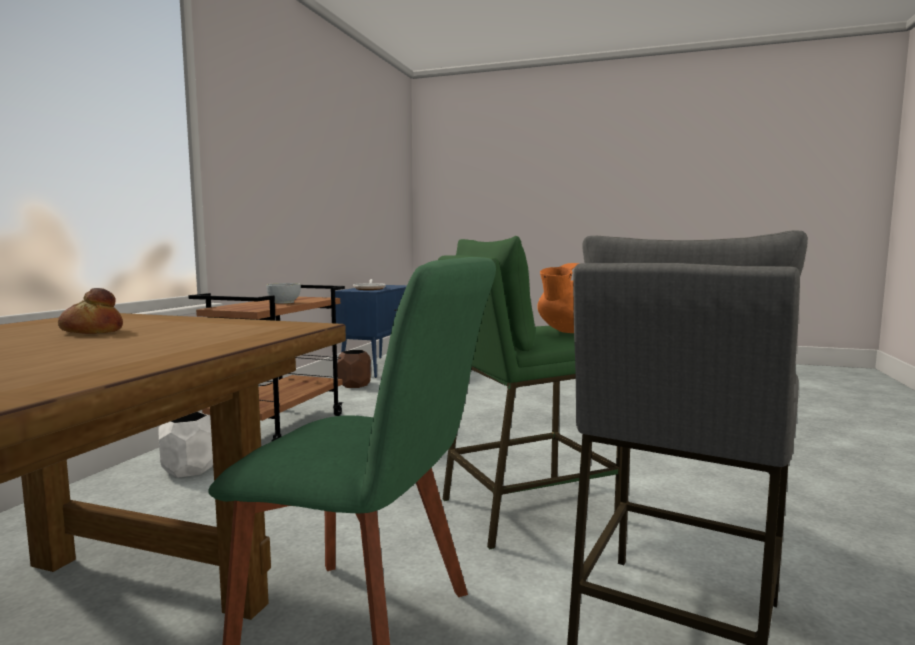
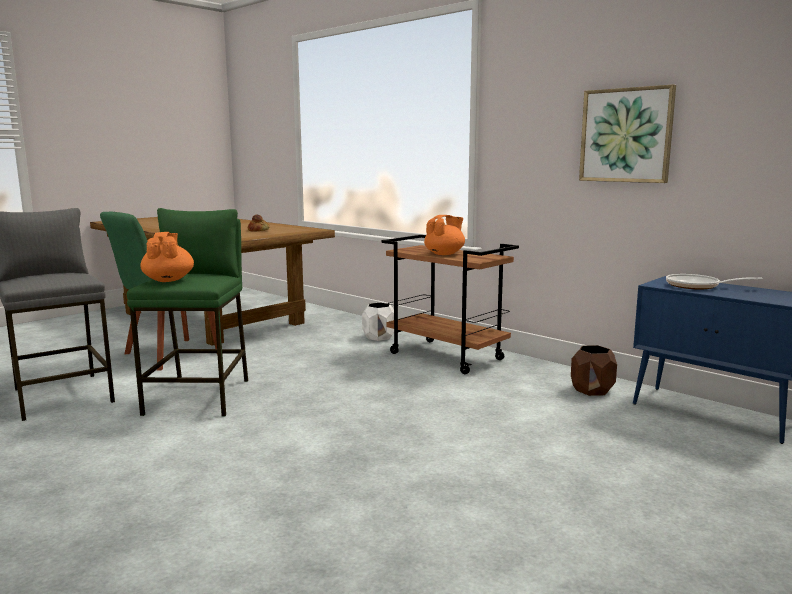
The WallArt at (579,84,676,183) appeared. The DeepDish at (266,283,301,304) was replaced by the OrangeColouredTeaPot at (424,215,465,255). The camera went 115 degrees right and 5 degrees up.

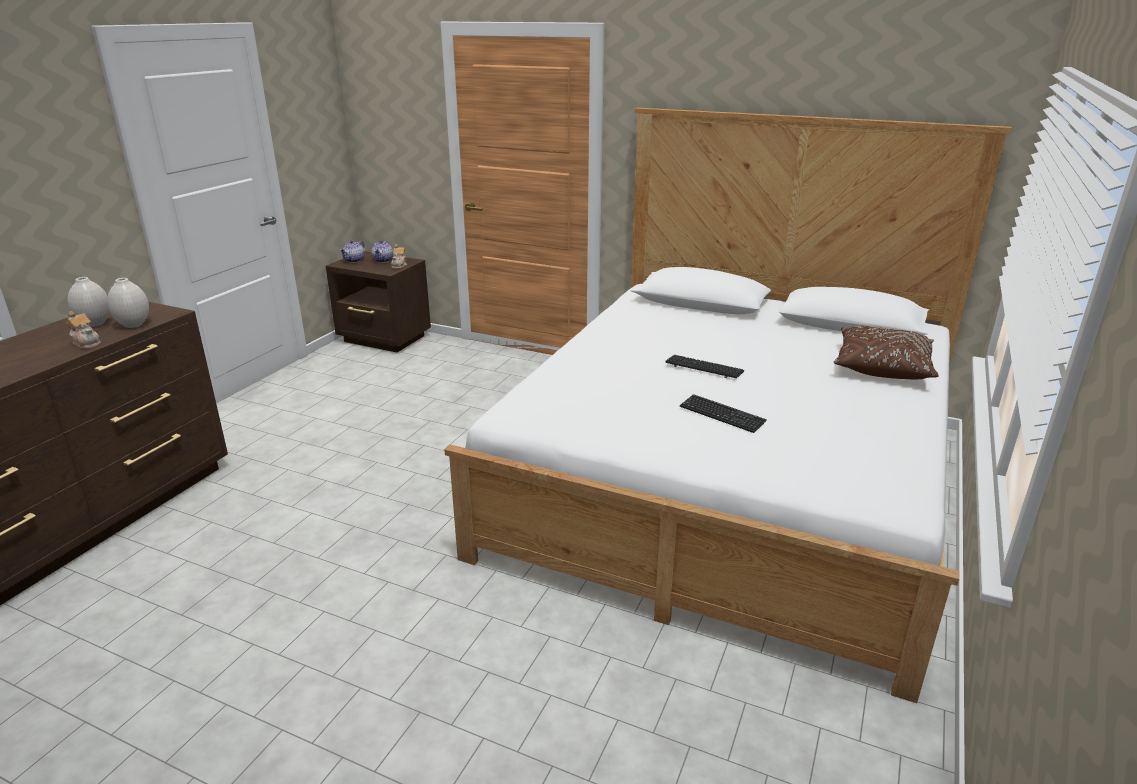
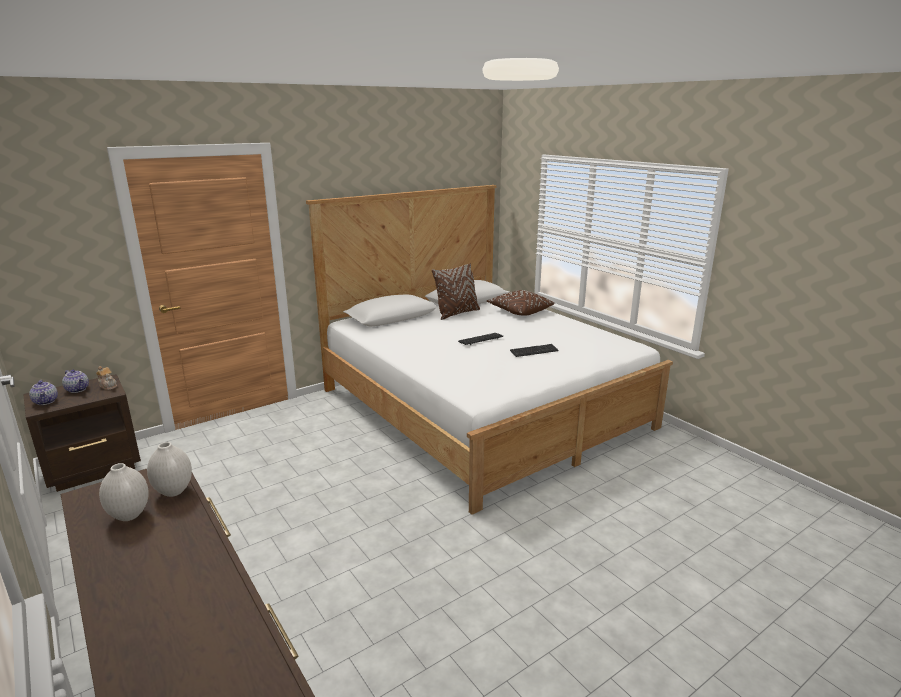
The TeaPot at (66,311,101,349) disappeared. The BrownColouredThrowPillow at (432,263,480,320) appeared. The camera went 60 degrees left and 5 degrees down.

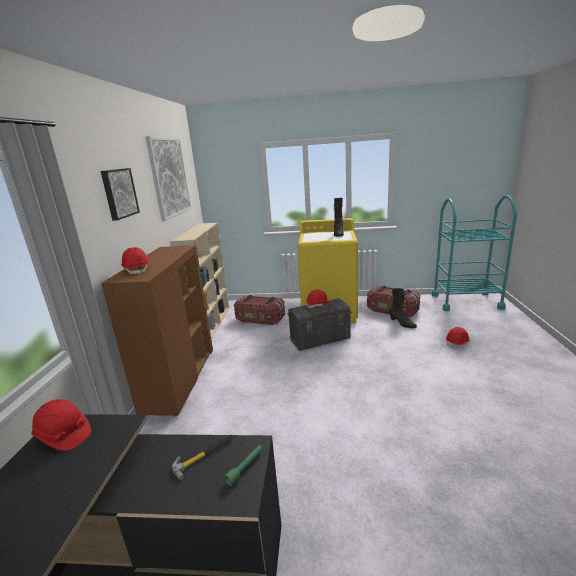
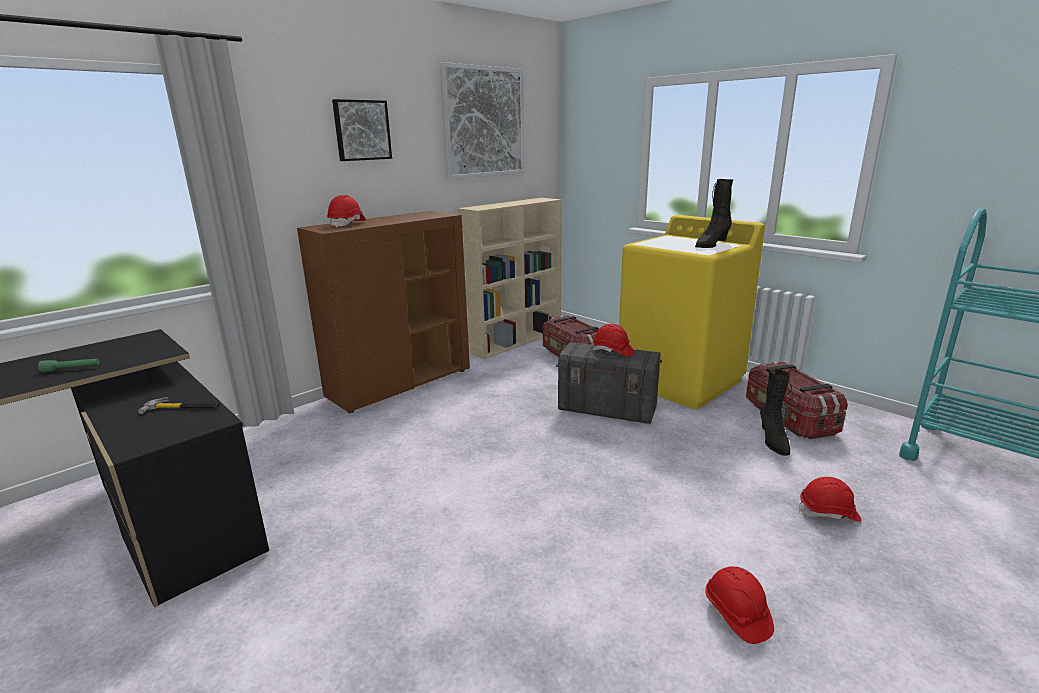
The ReddishSafetyHelmet moved from (31,399,91,451) to (705,567,774,644). The GreenishTorch moved from (224,445,263,486) to (38,358,100,372). The camera went 40 degrees right and 0 degrees up.

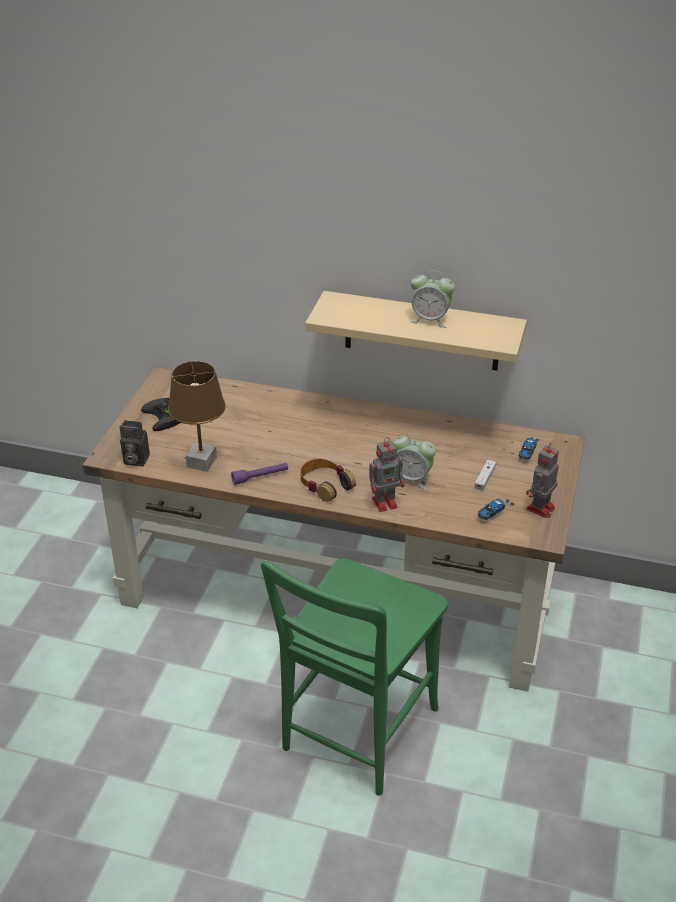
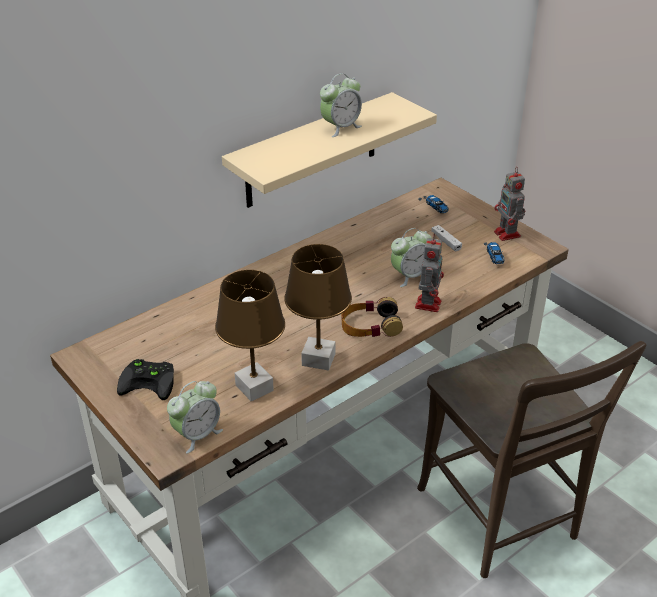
The StillCamera at (120,420,150,467) was replaced by the BedsideClock at (167,381,223,454). The PurpleColouredTorch at (231,463,288,485) was replaced by the BrownColouredTabletopLamp at (284,244,352,371). The GreenishUprightChair at (261,558,448,796) became the BrownColouredUprightChair at (417,341,646,578). The camera went 55 degrees left and 0 degrees up.

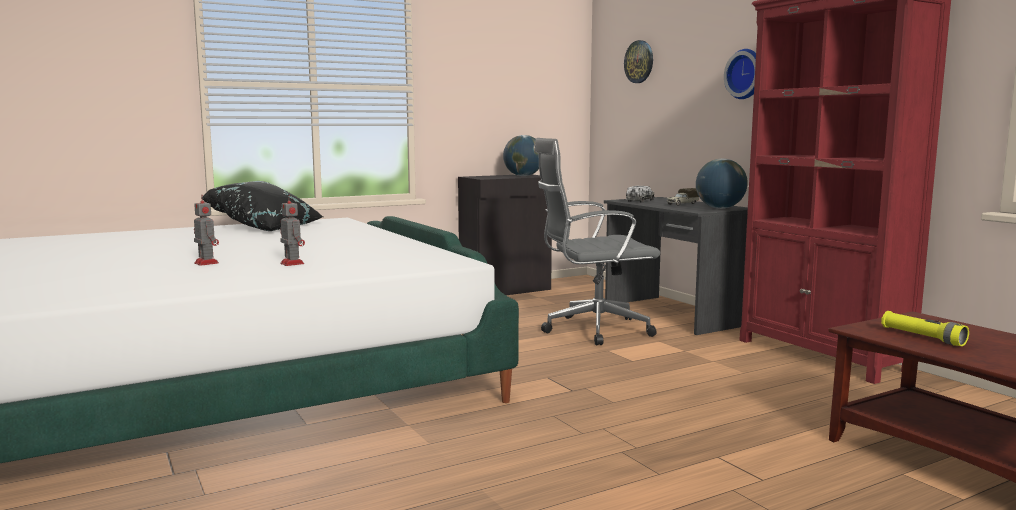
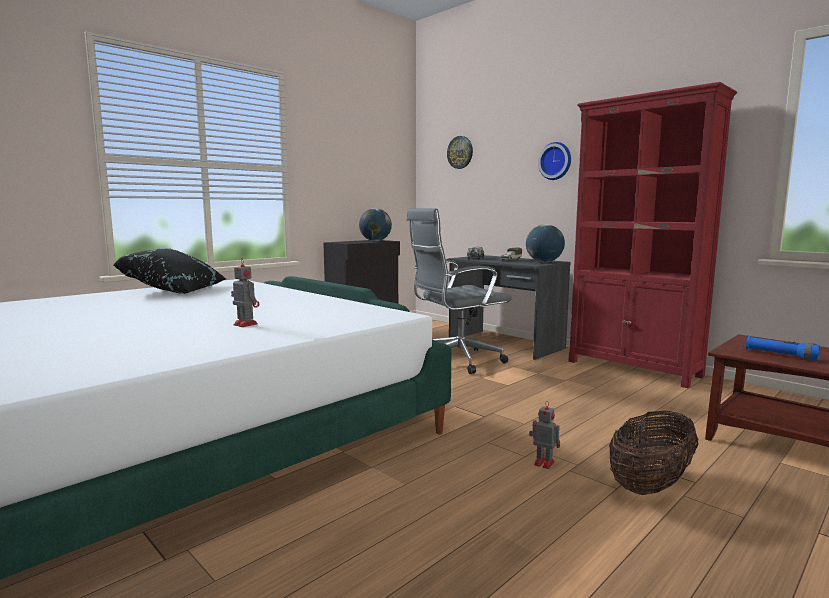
The HouseholdBasket at (609,411,699,495) appeared. The ModelRobot moved from (194,195,219,266) to (529,401,560,469). The YellowColouredTorch at (881,311,969,346) became the BlueTorch at (746,336,820,361). The camera went 15 degrees left and 0 degrees up.

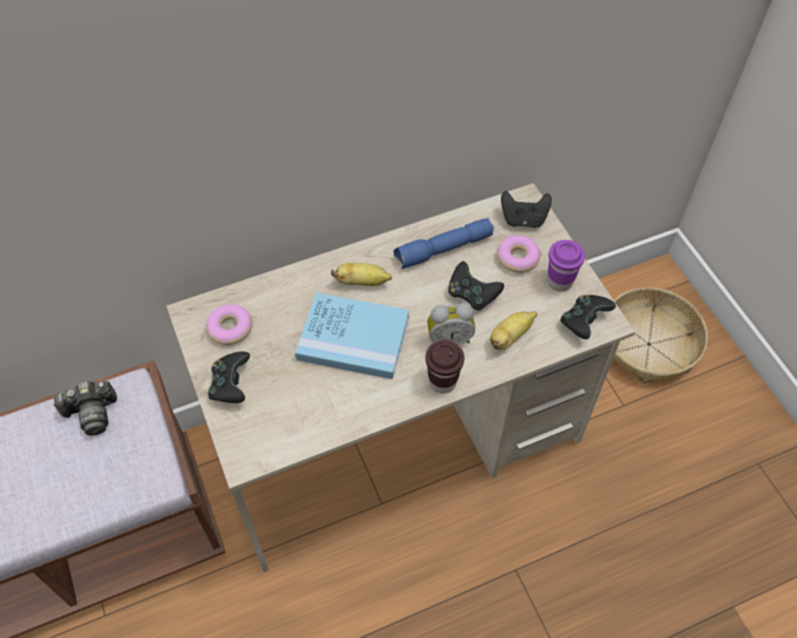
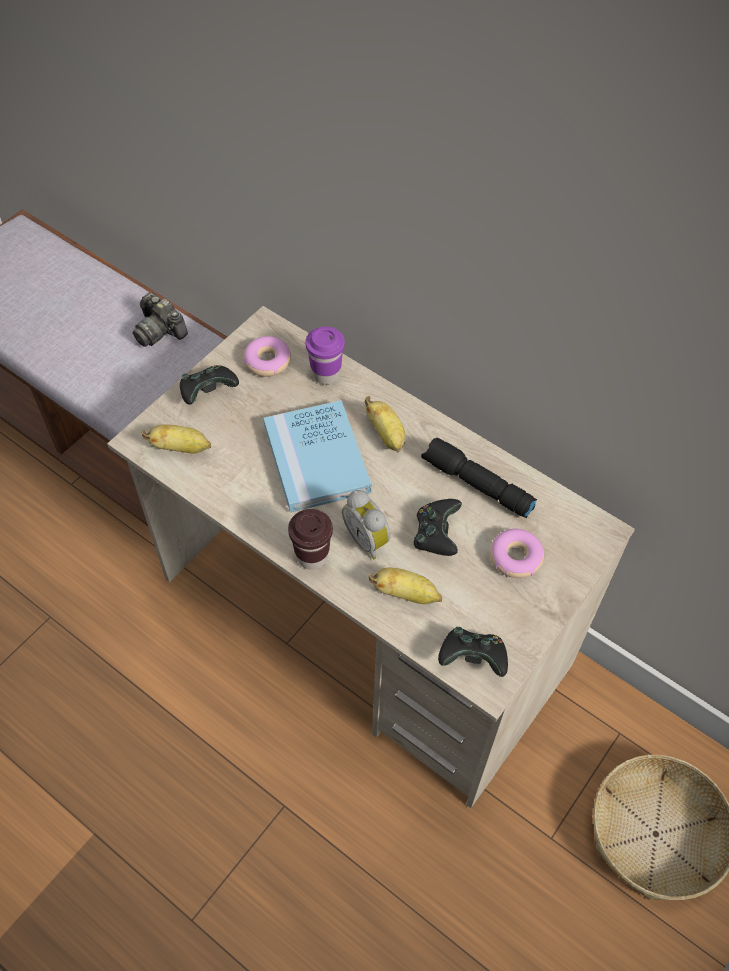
The BlackColouredGameController at (501,191,552,228) disappeared. The BananaFruit at (142,424,211,453) appeared. The PurpleColouredCup moved from (548,240,585,292) to (306,327,345,385). The BlueTorch at (393,218,494,269) became the BlackColouredTorch at (421,438,537,518). The camera went 60 degrees right and 0 degrees up.

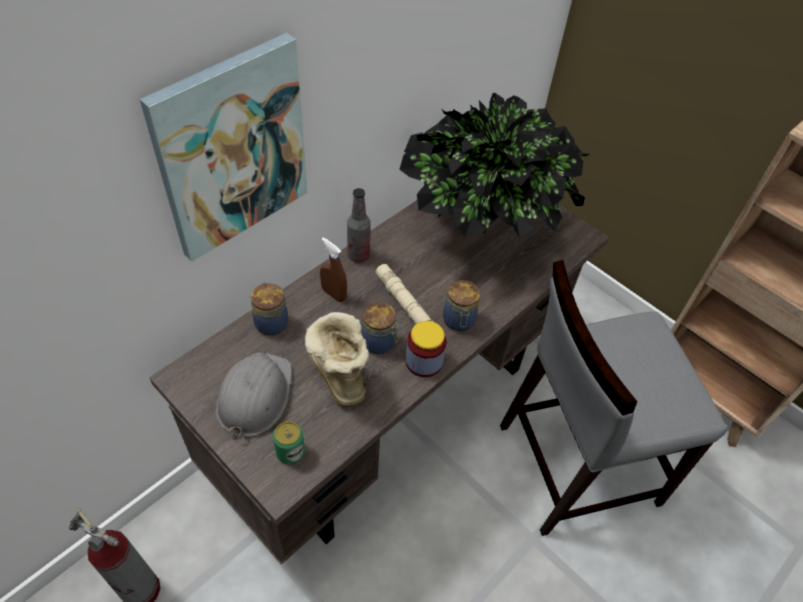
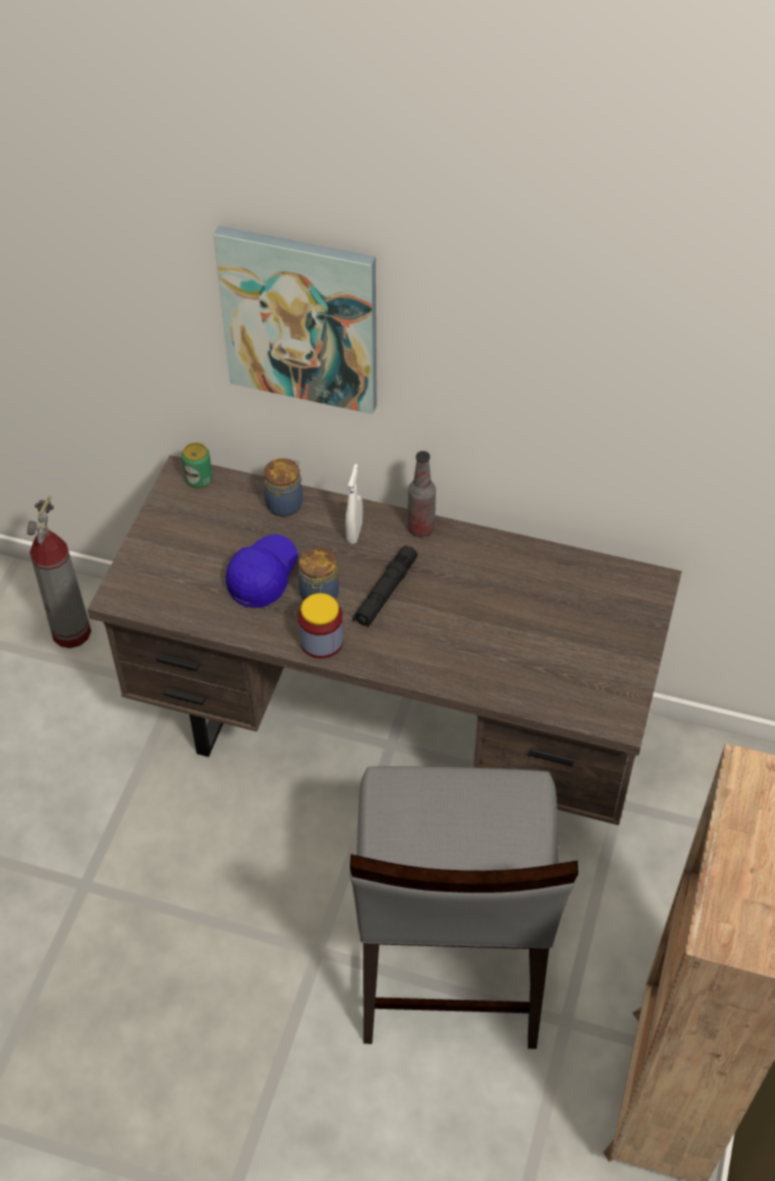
The GraySafetyHelmet at (216,352,292,439) disappeared. The Houseplant at (399,93,589,238) disappeared. The Jar at (443,280,480,331) disappeared. The MetalCan moved from (273,421,305,465) to (181,443,213,489). The HighTopBoot at (305,312,369,406) was replaced by the BlueBaseballCap at (226,534,298,608). The BrownColouredSprayer at (320,237,347,302) became the WhitishSprayer at (346,464,363,544). The BeigeTorch at (375,264,433,324) became the BlackColouredTorch at (352,545,418,628). The GrayUprightChair at (500,260,728,536) turned 135 degrees counterclockwise. The camera went 65 degrees right and 0 degrees up.

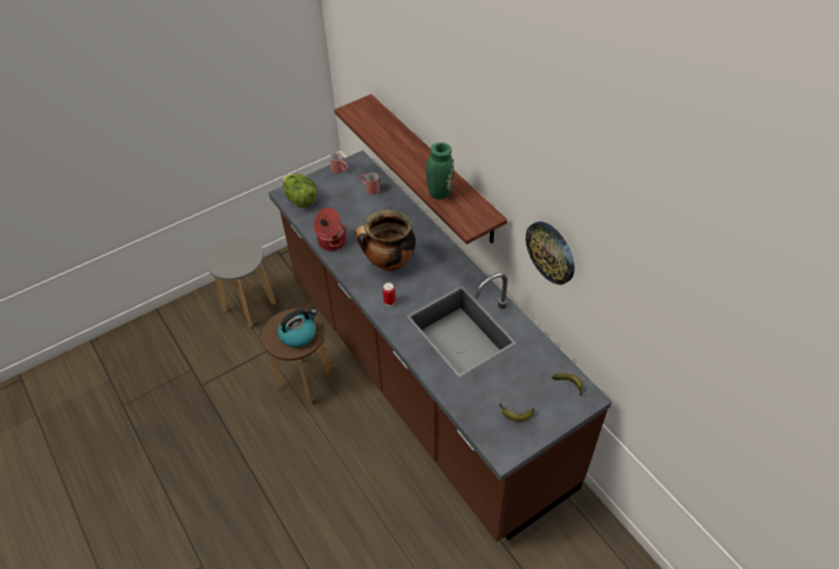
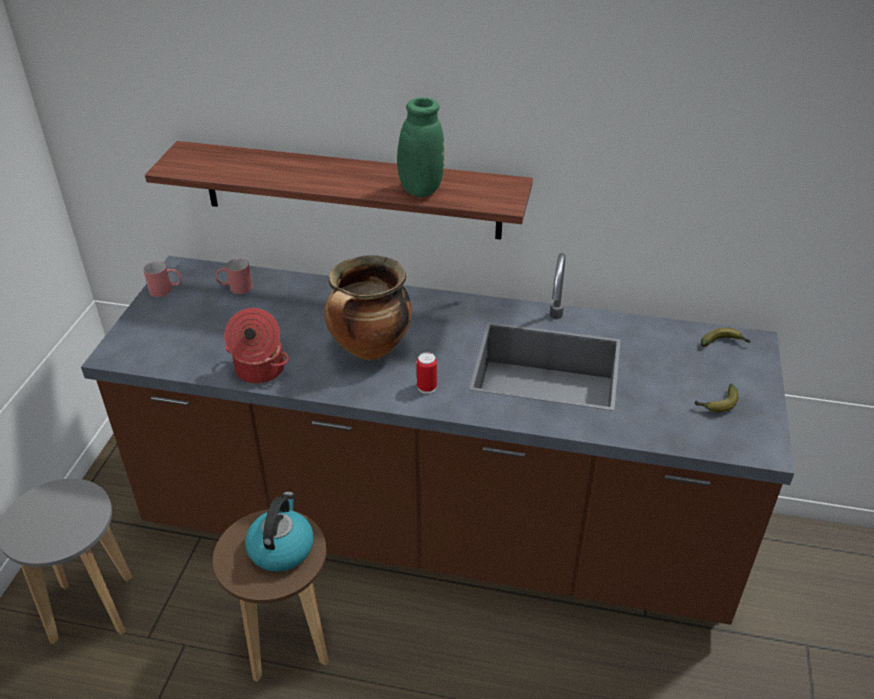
The Lettuce at (283,174,317,208) disappeared. The WallClock at (526,221,575,285) disappeared. The camera went 45 degrees left and 10 degrees down.

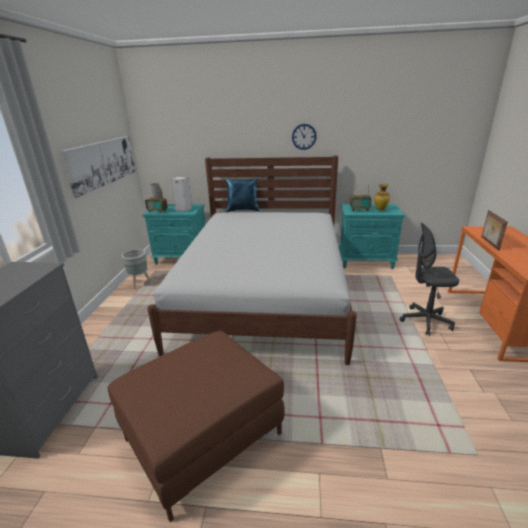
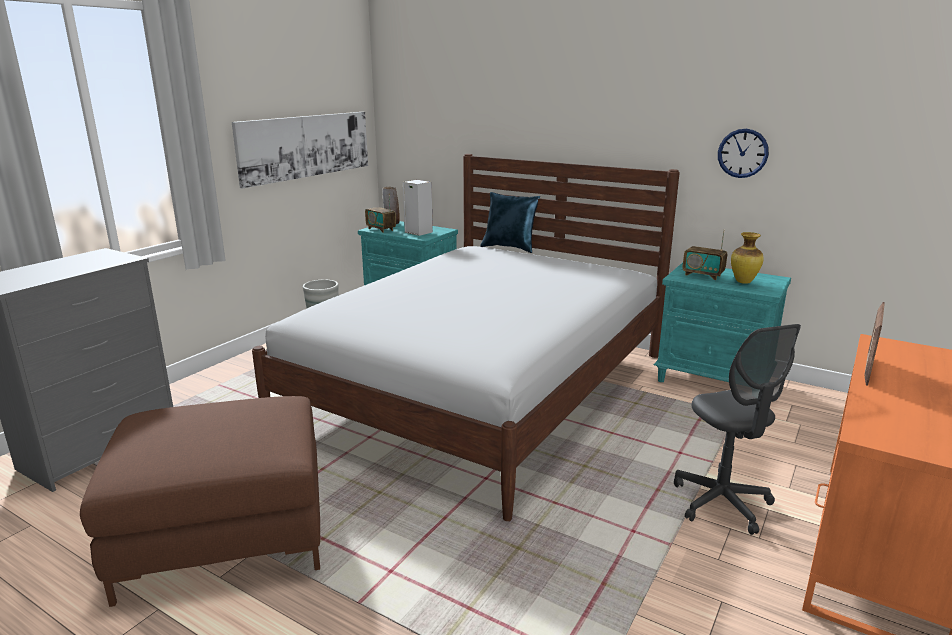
The WallClock moved from (292,124,317,150) to (718,129,769,178). The GrayComputerChair at (400,222,459,336) turned 135 degrees counterclockwise. The camera went 25 degrees right and 5 degrees down.

